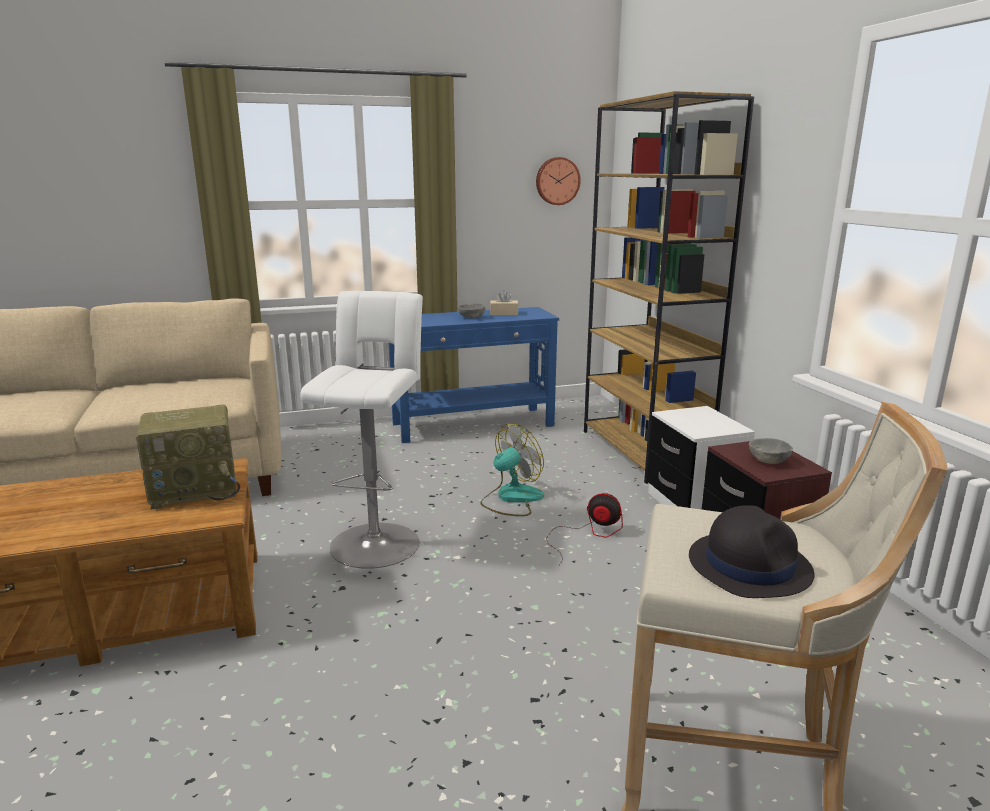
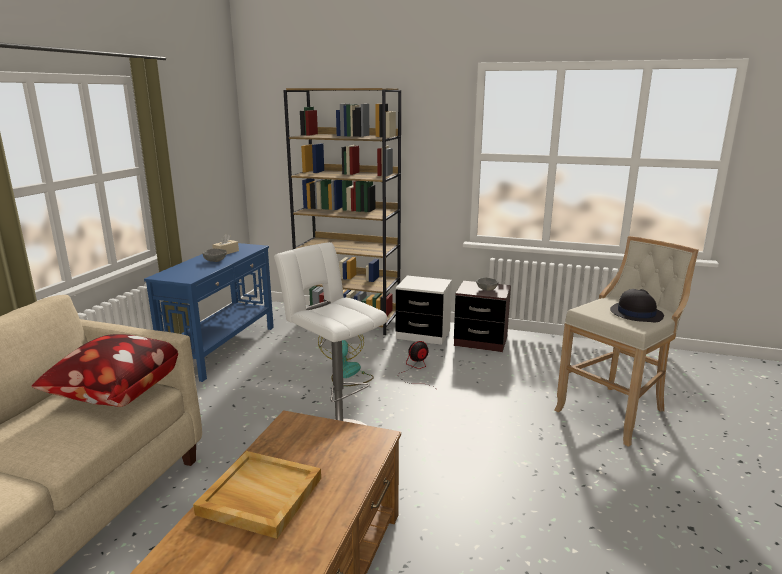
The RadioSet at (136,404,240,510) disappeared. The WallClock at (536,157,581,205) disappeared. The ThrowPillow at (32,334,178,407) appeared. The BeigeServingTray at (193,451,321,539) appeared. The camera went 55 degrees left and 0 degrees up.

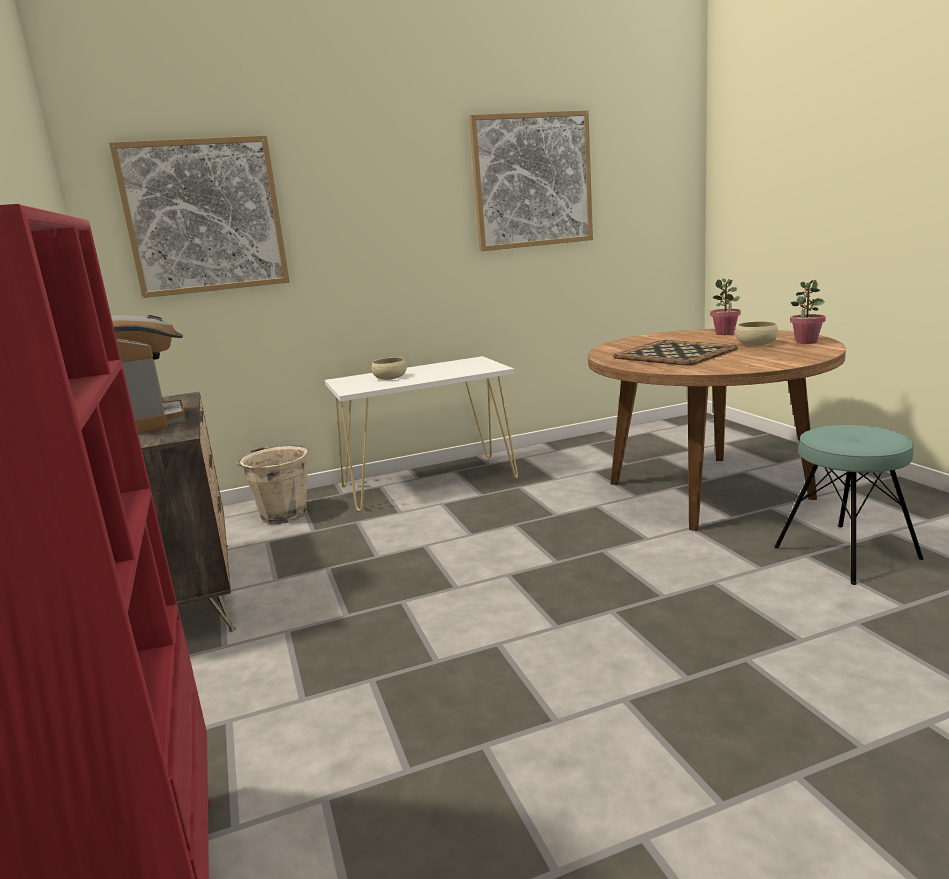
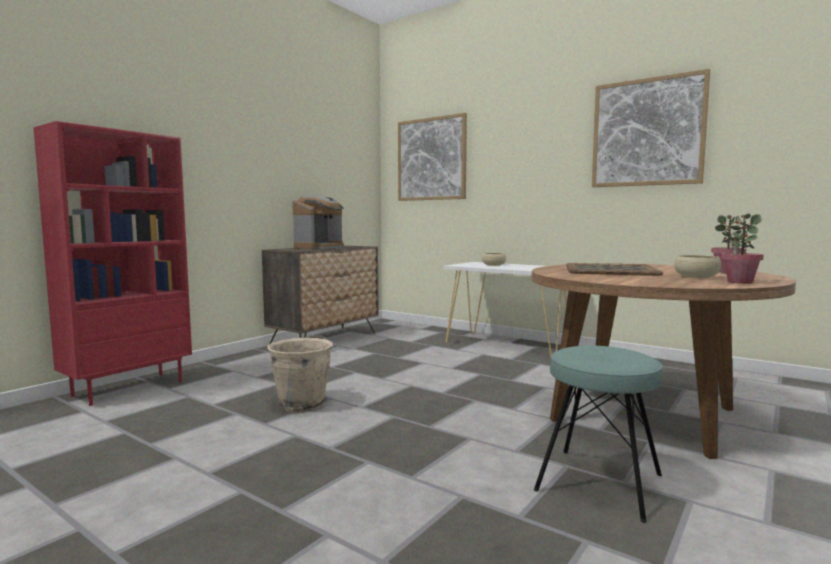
The BeigePail moved from (237,445,308,524) to (267,336,337,413). The camera went 55 degrees right and 10 degrees down.

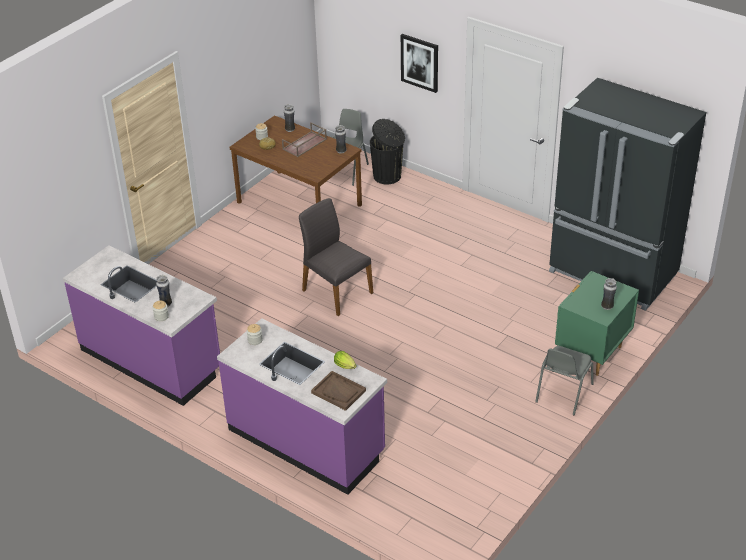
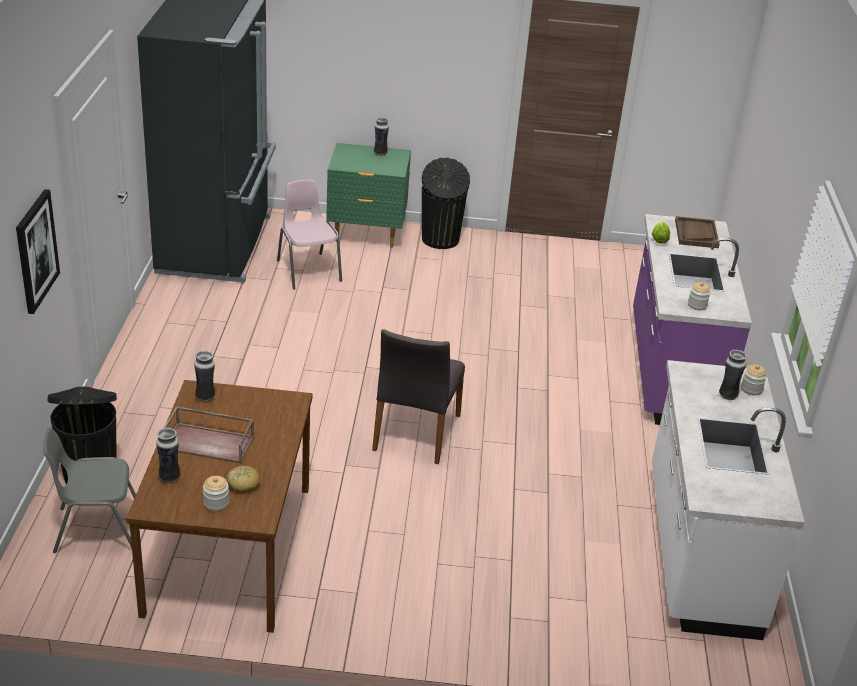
The PinkColouredUprightChair at (277,180,342,290) appeared. The GrayUprightChair at (535,346,594,415) was replaced by the BlackColouredTrashCan at (422,157,470,249). The PurpleColouredKitchenBaseUnit at (63,245,220,406) became the WhitishKitchenBaseUnit at (652,360,805,640). The camera went 125 degrees left and 5 degrees down.

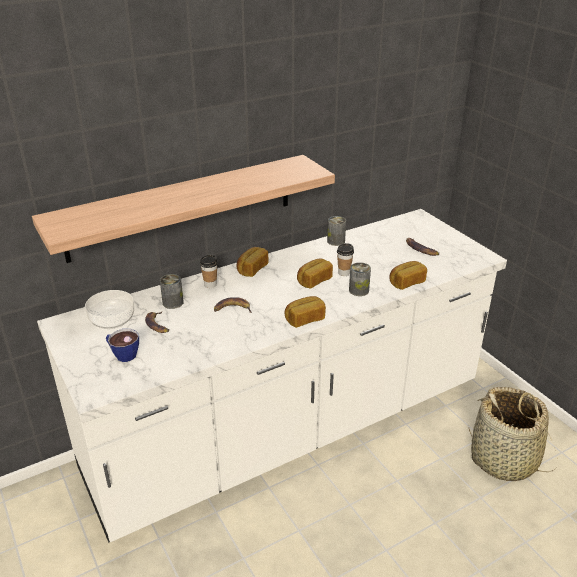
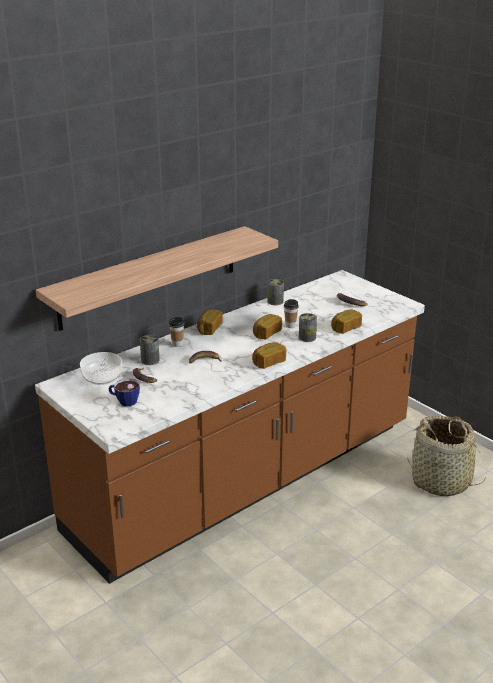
The WhitishKitchenBaseUnit at (37,209,507,543) became the BrownColouredKitchenBaseUnit at (35,270,425,584). The camera went 10 degrees left and 5 degrees down.

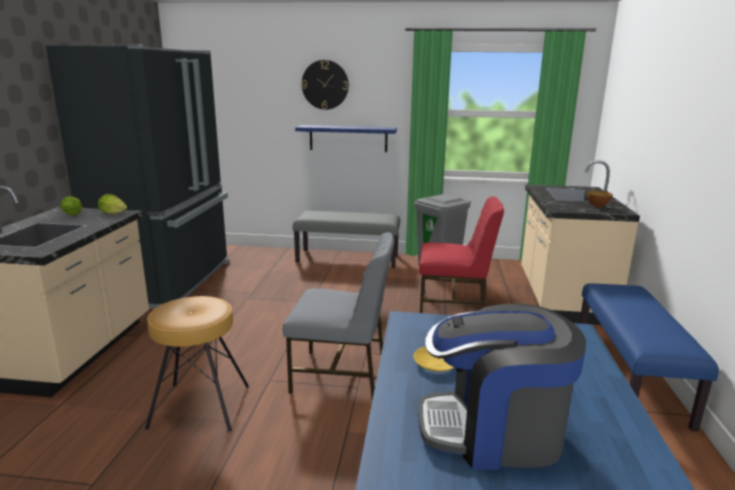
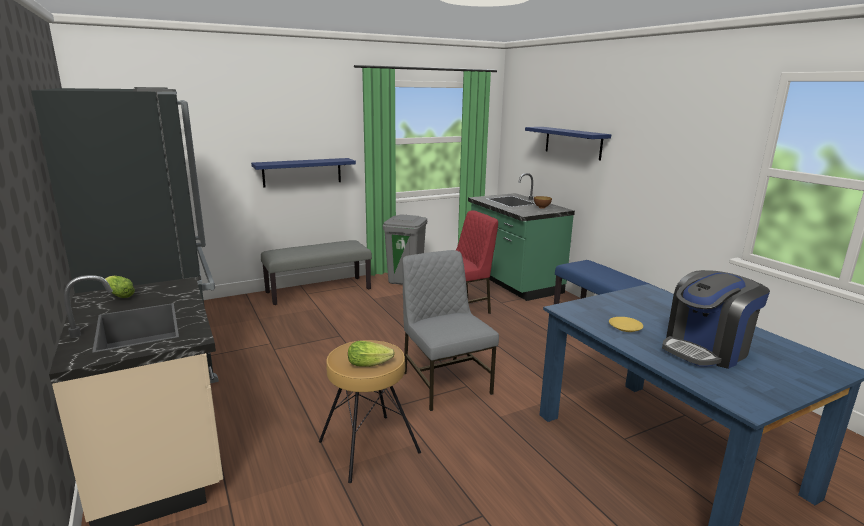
The WallClock at (302,60,349,110) disappeared. The BlueShelf at (525,127,611,161) appeared. The Lettuce moved from (98,194,127,214) to (348,341,395,367). The BeigeKitchenBaseUnit at (521,160,640,325) became the GreenishKitchenBaseUnit at (468,173,575,301). The GrayUprightChair at (283,232,395,400) turned 90 degrees counterclockwise. The camera went 35 degrees left and 0 degrees up.

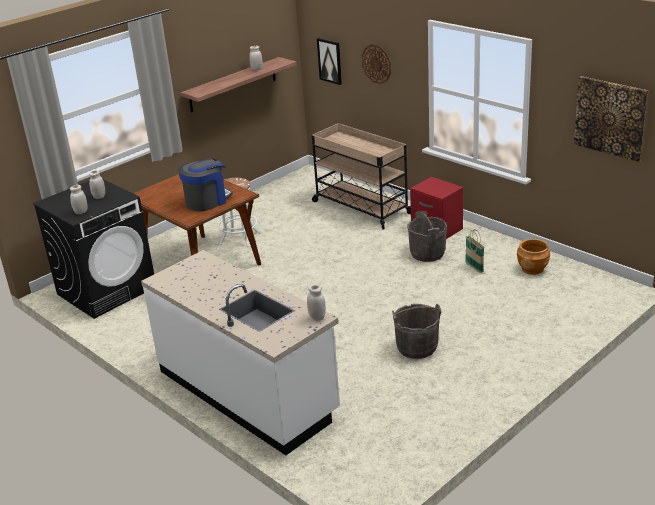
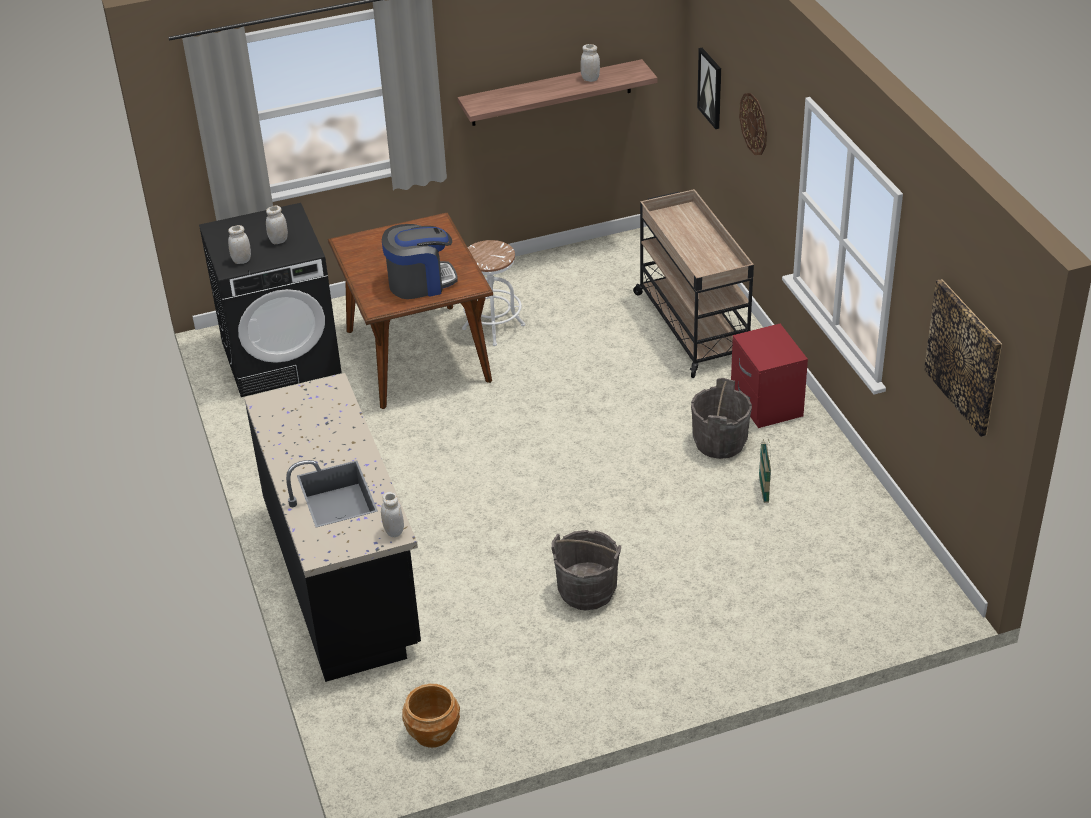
The BrownColouredFlowerPot moved from (517,239,550,275) to (402,684,460,748). The WhitishKitchenBaseUnit at (141,250,340,455) became the BlackColouredKitchenBaseUnit at (244,373,421,682). The camera went 25 degrees right and 10 degrees up.

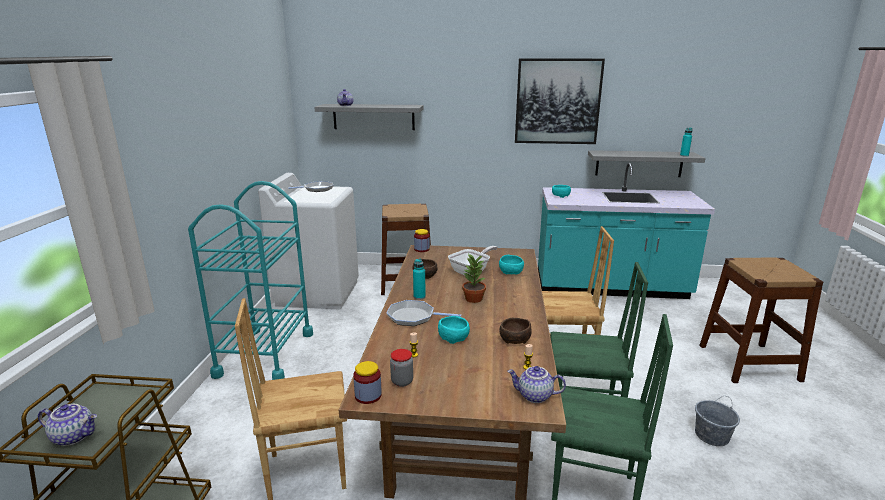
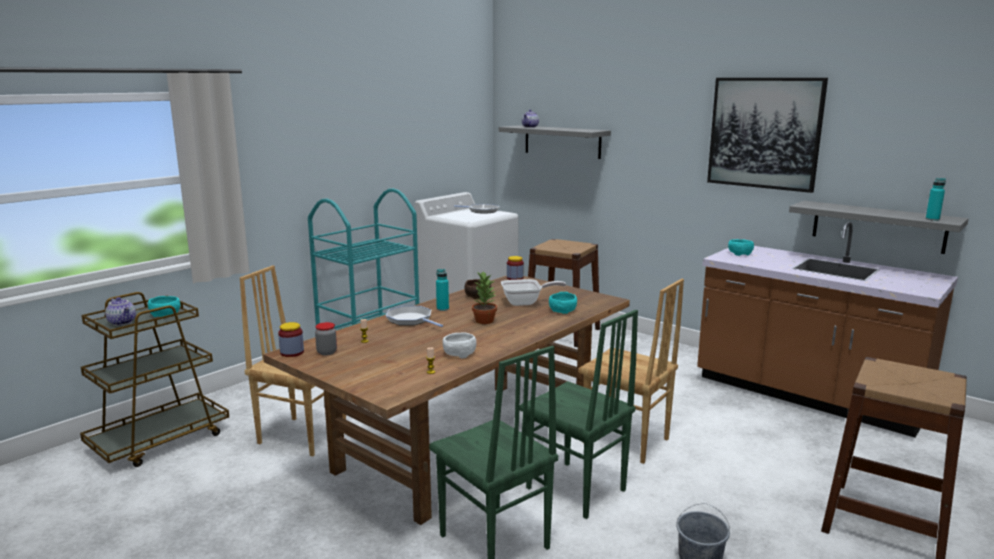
The TeaPot at (507,366,566,403) disappeared. The BlueGreenDeepDish moved from (438,316,470,344) to (148,296,180,317). The BrownColouredDeepDish at (499,318,532,344) became the WhitishDeepDish at (443,333,476,358). The BlueGreenKitchenBaseUnit at (538,163,715,299) became the BrownColouredKitchenBaseUnit at (697,222,958,438). The camera went 35 degrees right and 5 degrees down.

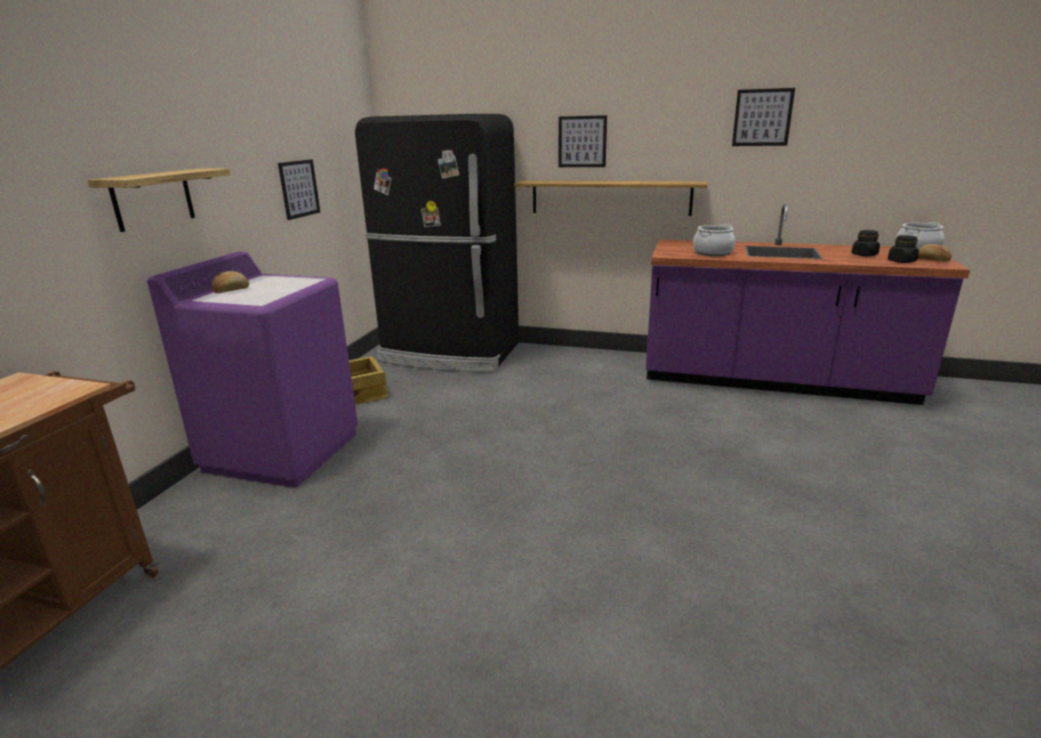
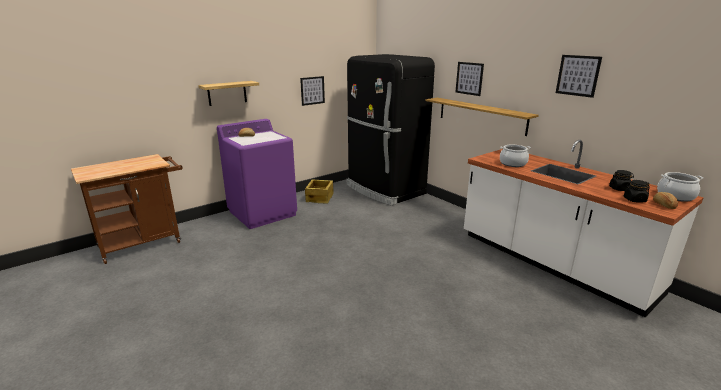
The PurpleColouredKitchenBaseUnit at (646,204,970,405) became the WhitishKitchenBaseUnit at (464,140,704,317). The camera went 35 degrees right and 0 degrees up.

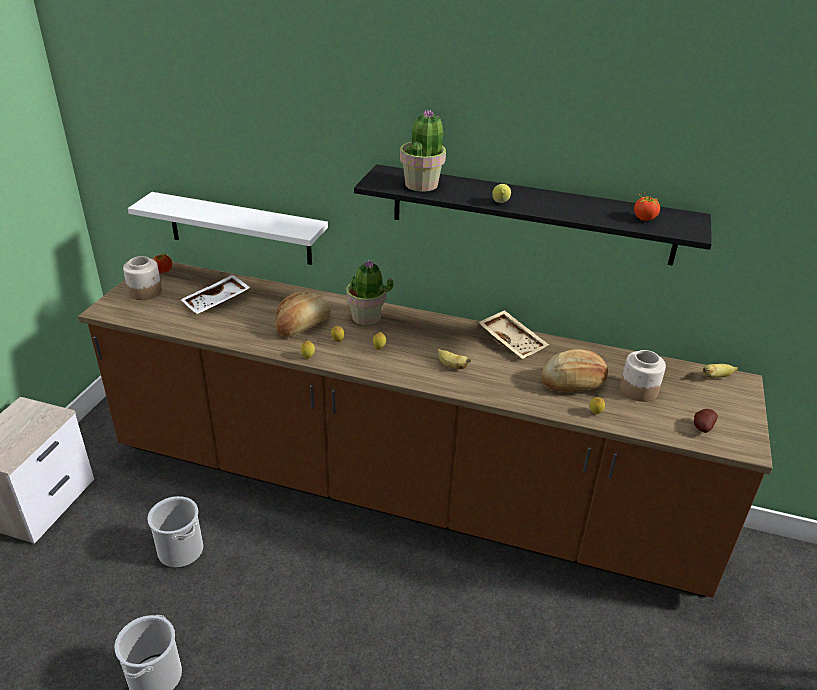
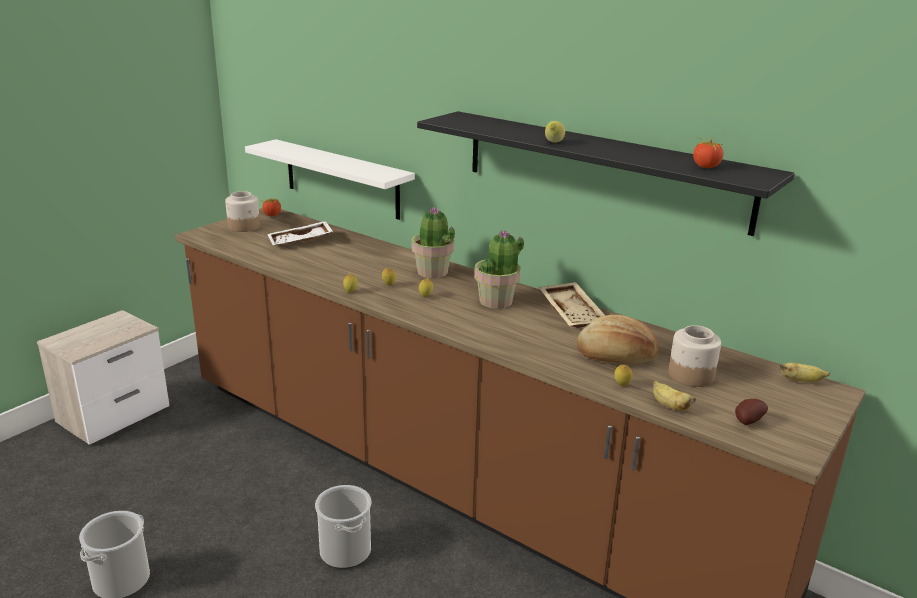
The Bread at (276,292,331,338) disappeared. The Pail moved from (147,496,203,568) to (315,485,371,569). The Houseplant moved from (400,109,446,192) to (474,230,524,309). The BananaFruit moved from (438,349,471,369) to (653,381,696,411). The camera went 20 degrees right and 10 degrees down.

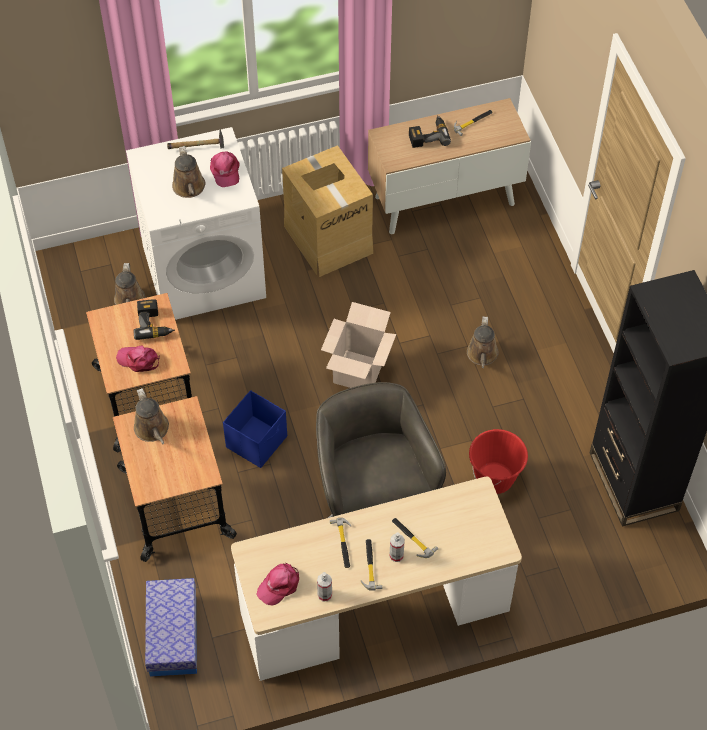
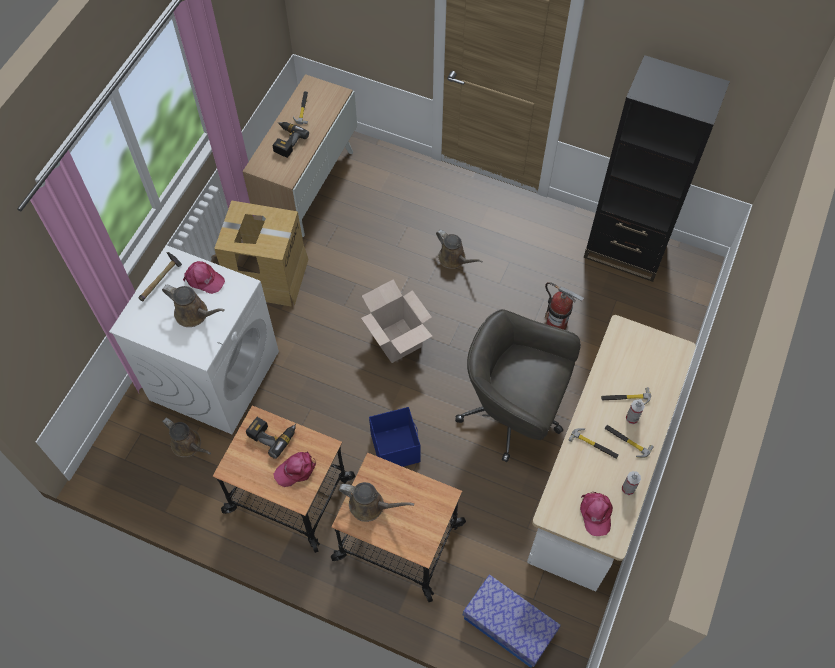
The ReddishPail at (469,429,528,494) was replaced by the Extinguisher at (545,282,584,330). The camera went 50 degrees left and 5 degrees up.

